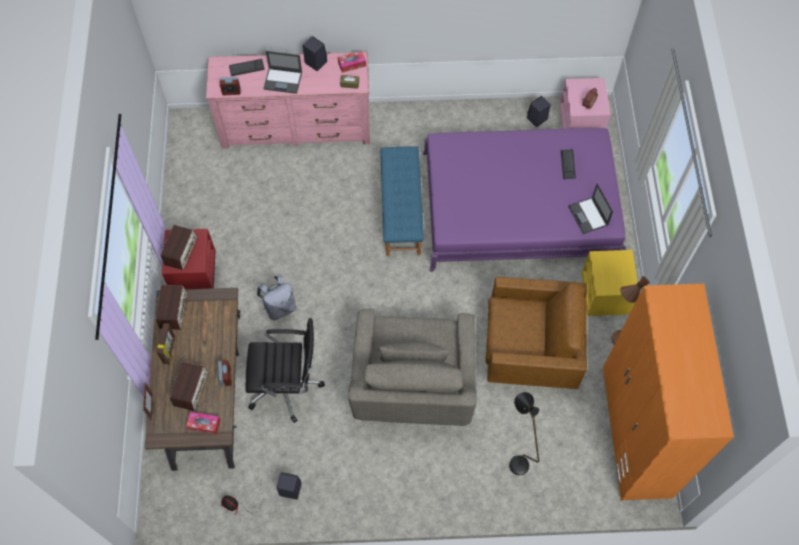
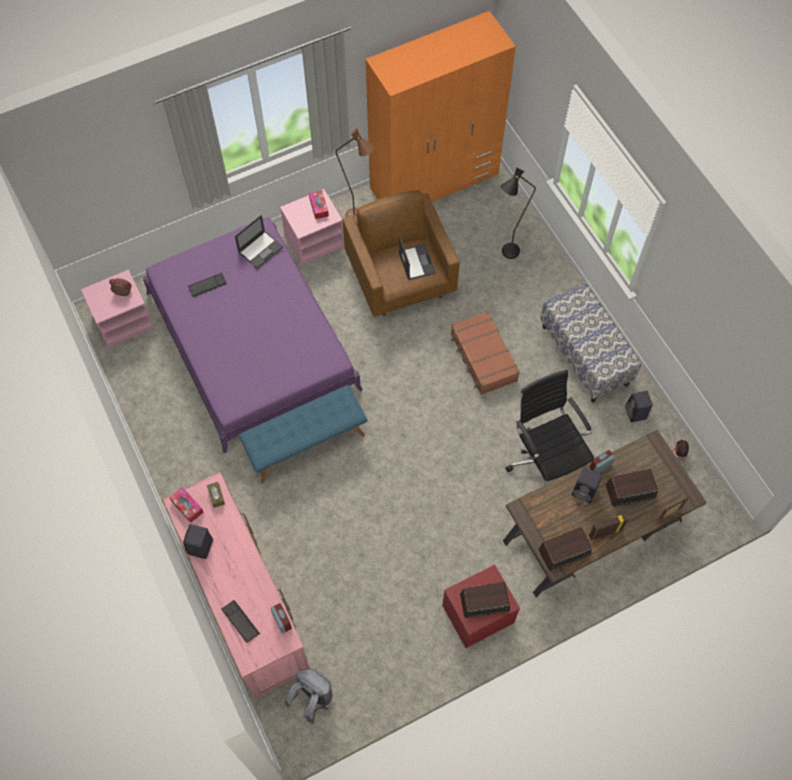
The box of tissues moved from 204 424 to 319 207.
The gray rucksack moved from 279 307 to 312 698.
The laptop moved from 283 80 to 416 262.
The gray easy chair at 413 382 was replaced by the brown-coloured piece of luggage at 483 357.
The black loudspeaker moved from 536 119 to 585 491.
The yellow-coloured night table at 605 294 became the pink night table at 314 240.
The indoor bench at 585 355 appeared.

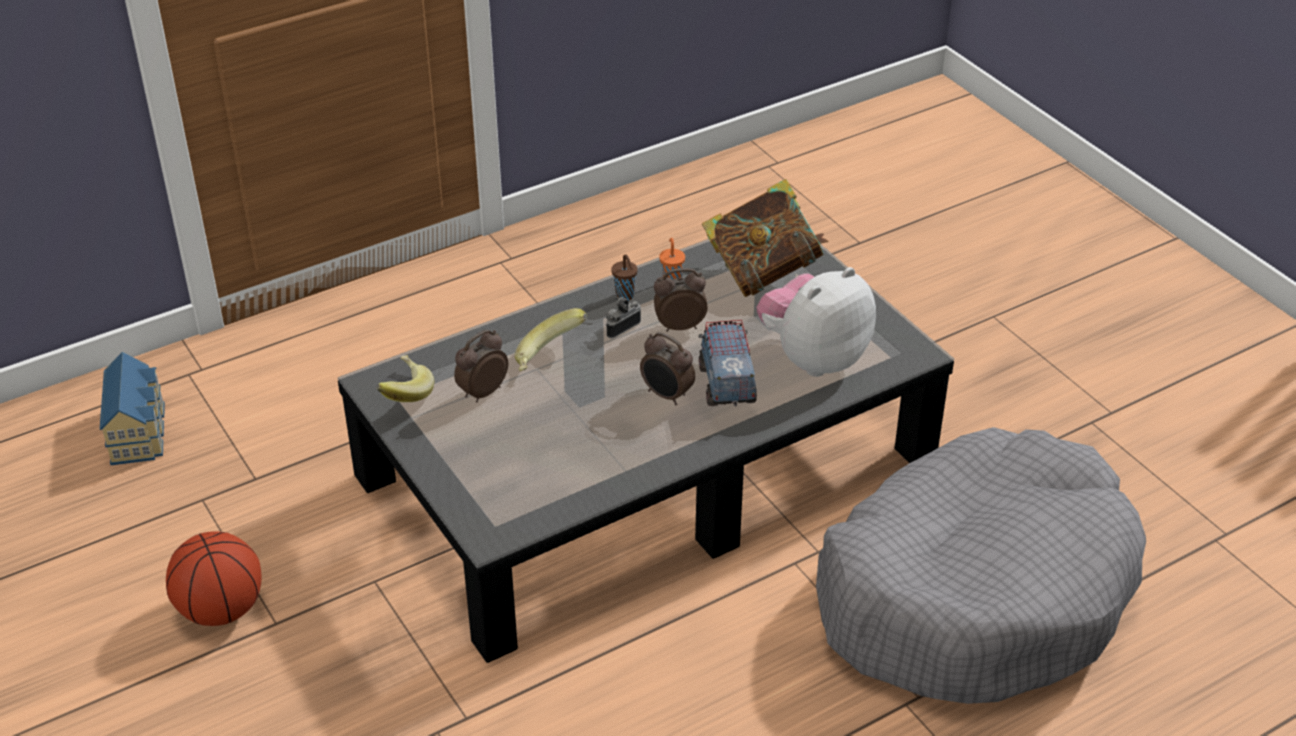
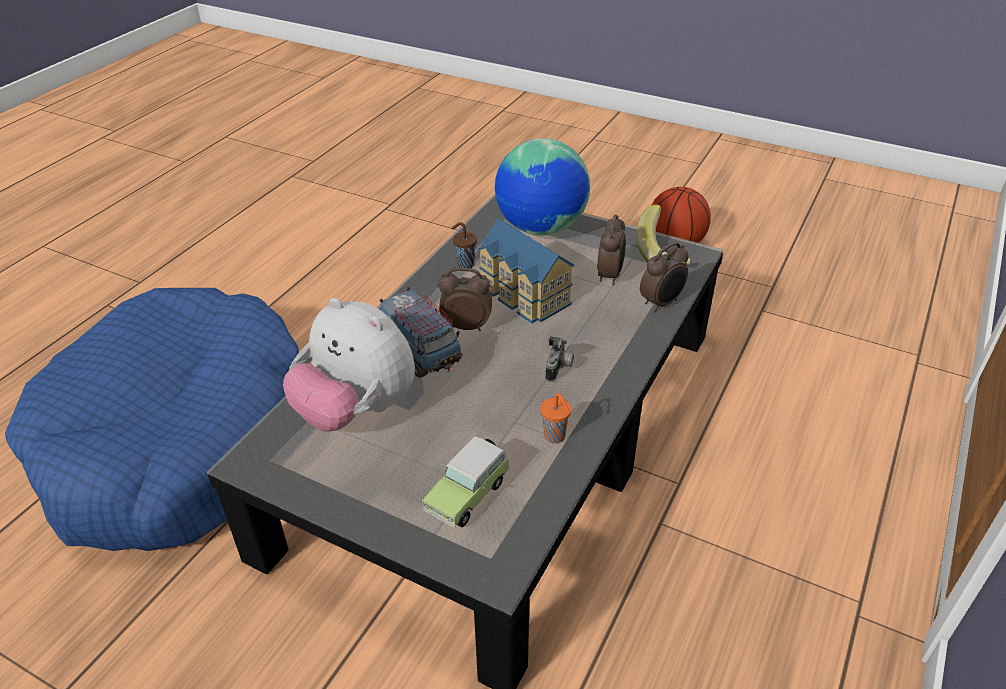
The toy house moved from 140 431 to 522 296.
The banana fruit at 550 358 disappeared.
The brown-coloured drinking cup moved from 625 296 to 464 264.
The table clock moved from 679 326 to 662 303.
The bound book at 763 272 was replaced by the model car at 469 493.
The cuddly toy at 813 358 turned 105 degrees clockwise.
The gray dog bed at 974 592 became the blue-coloured dog bed at 179 441.
The world globe at 541 228 appeared.

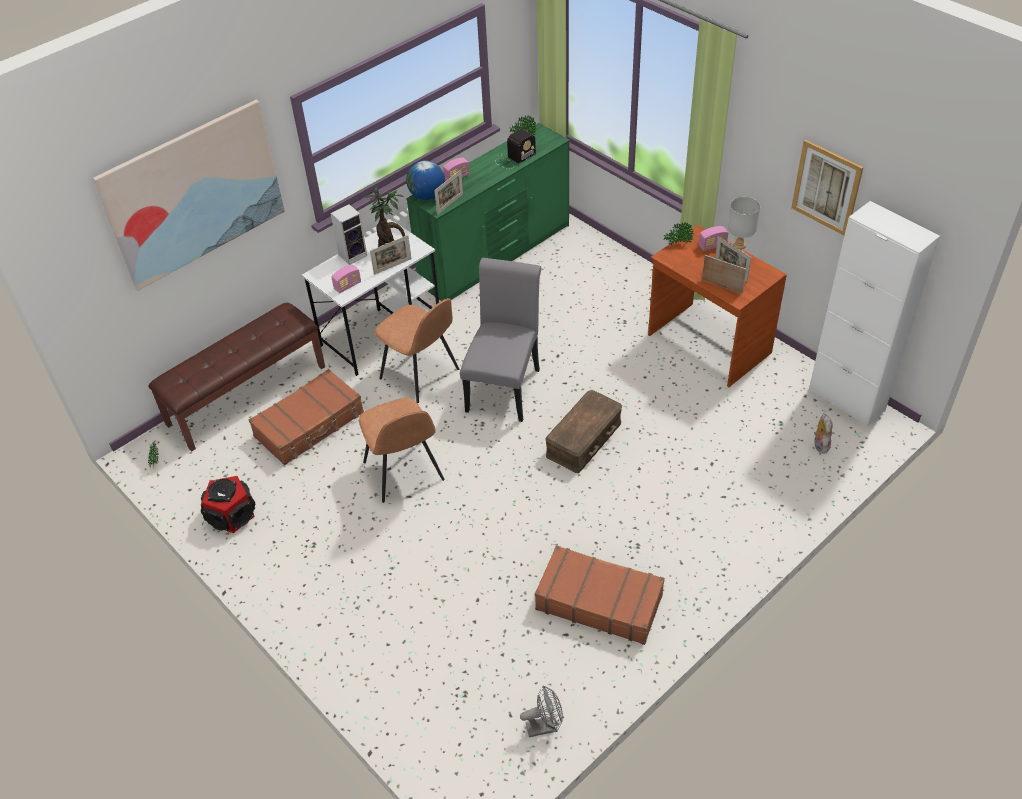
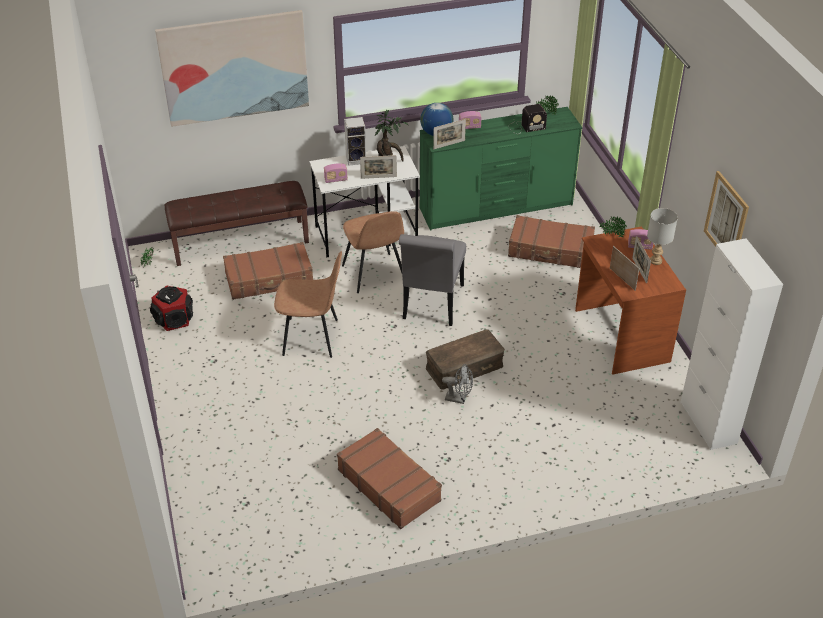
The brown-coloured plain chair at 404 472 turned 90 degrees counterclockwise.
The gray plain chair at 505 385 turned 150 degrees clockwise.
The gray cooling fan moved from 544 726 to 459 398.
The cuddly toy at 819 445 disappeared.
The brown-coloured piece of luggage at 550 250 appeared.

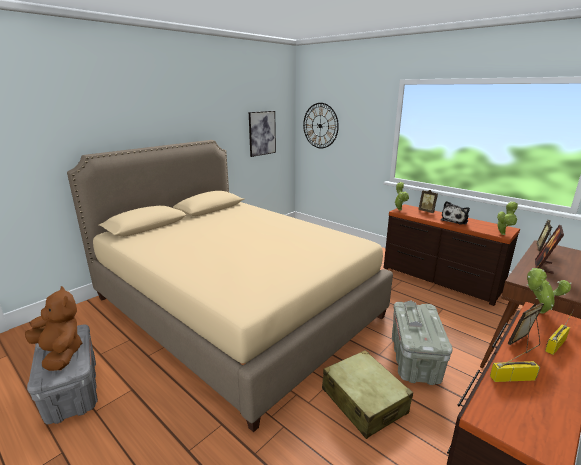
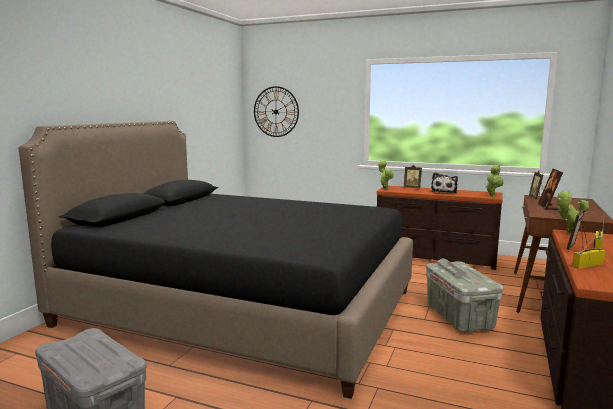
The brown-coloured cuddly toy at 60 354 disappeared.
The beige sleeping bed at 235 307 became the black sleeping bed at 241 308.
The wall art at 262 133 disappeared.
The beige piece of luggage at 364 401 disappeared.

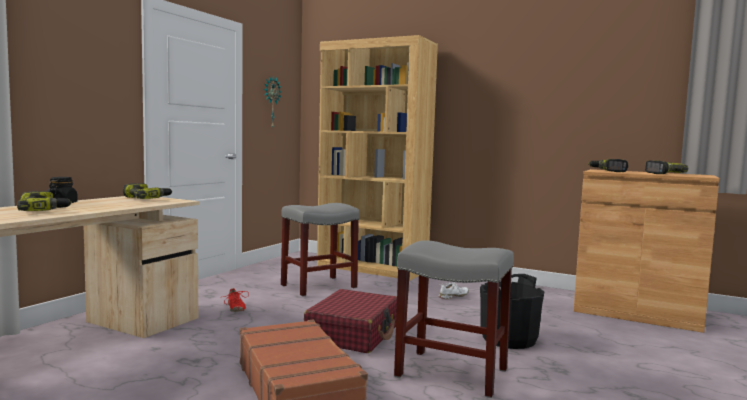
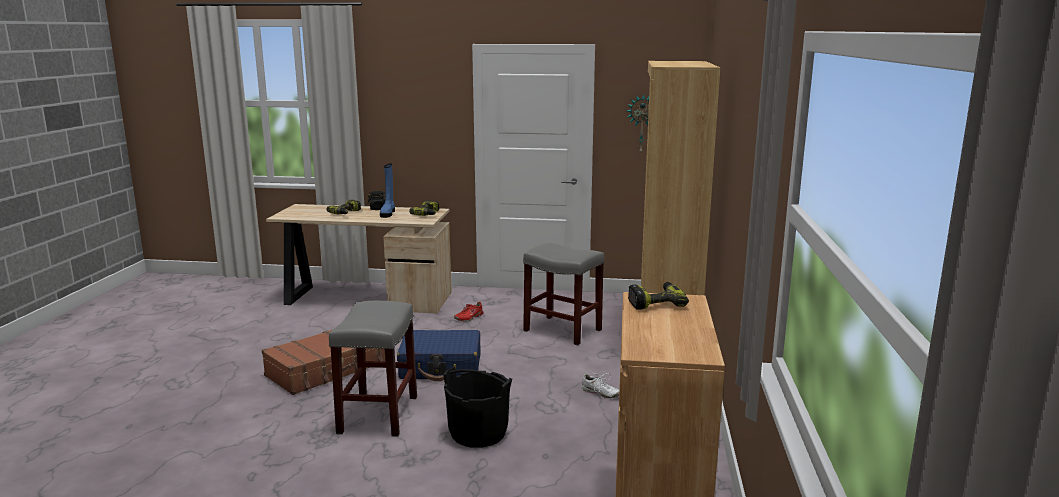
The red piece of luggage at 353 334 became the blue-coloured piece of luggage at 441 367.
The power drill at 661 173 disappeared.
The blue-coloured boot at 388 213 appeared.

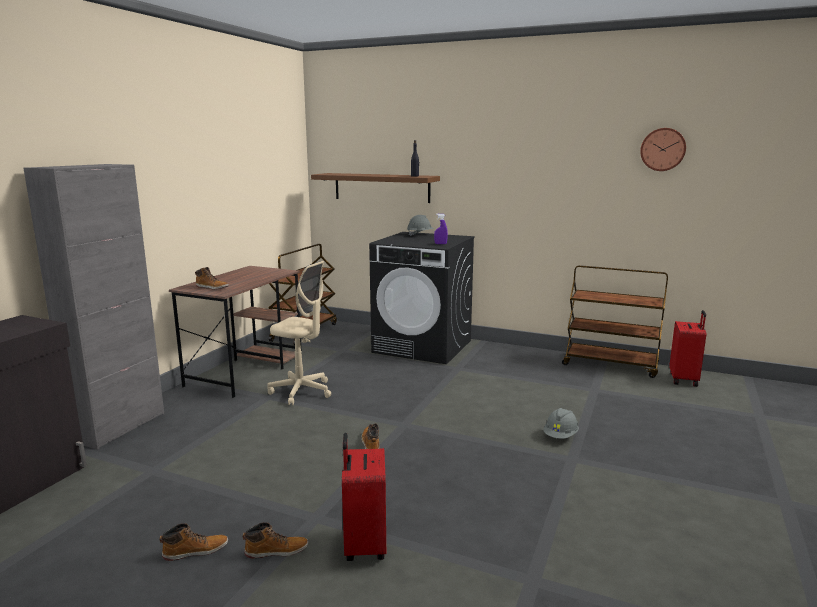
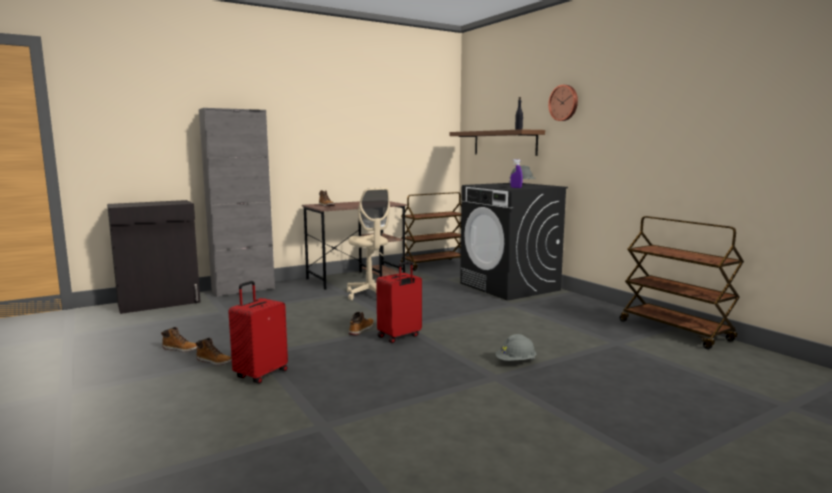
The hanging clock moved from 663 149 to 564 103.
The red piece of luggage moved from 684 379 to 399 336.

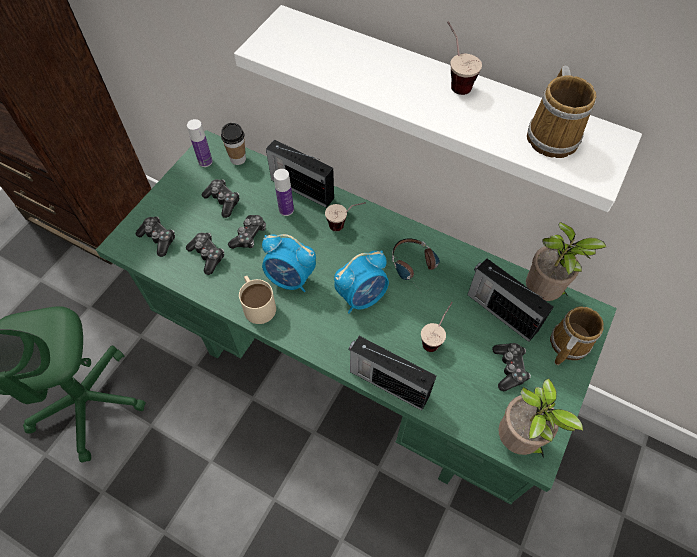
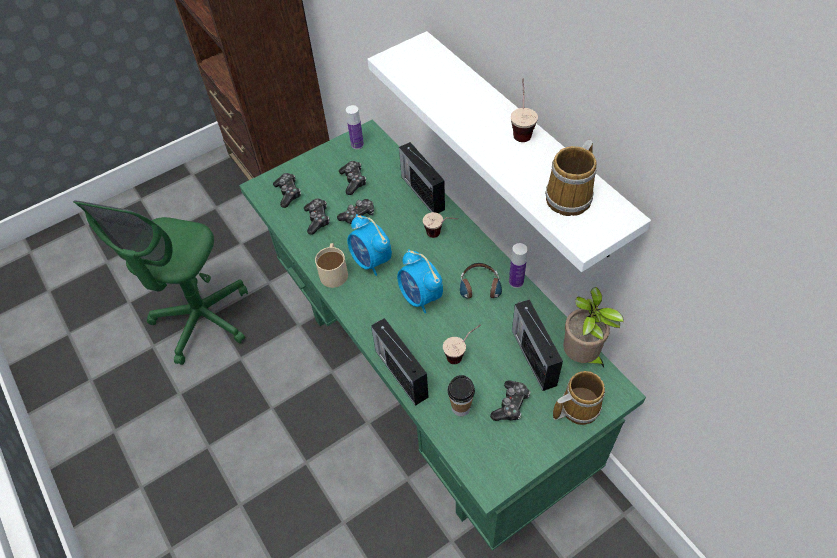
The drinking cup moved from 238 159 to 461 408.
The beverage bottle moved from 286 210 to 516 282.
The table clock at 362 297 turned 60 degrees clockwise.
The houseplant at 518 441 disappeared.

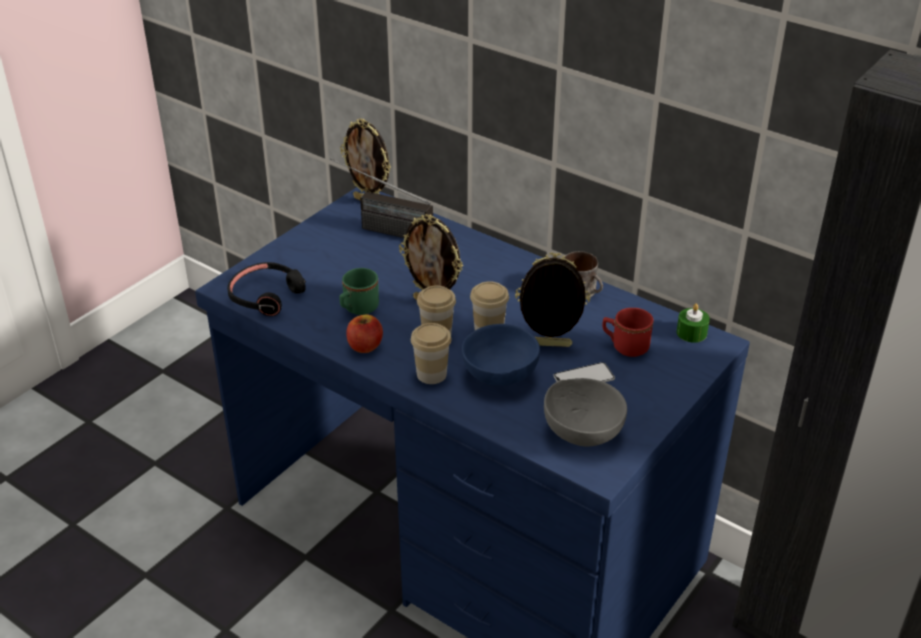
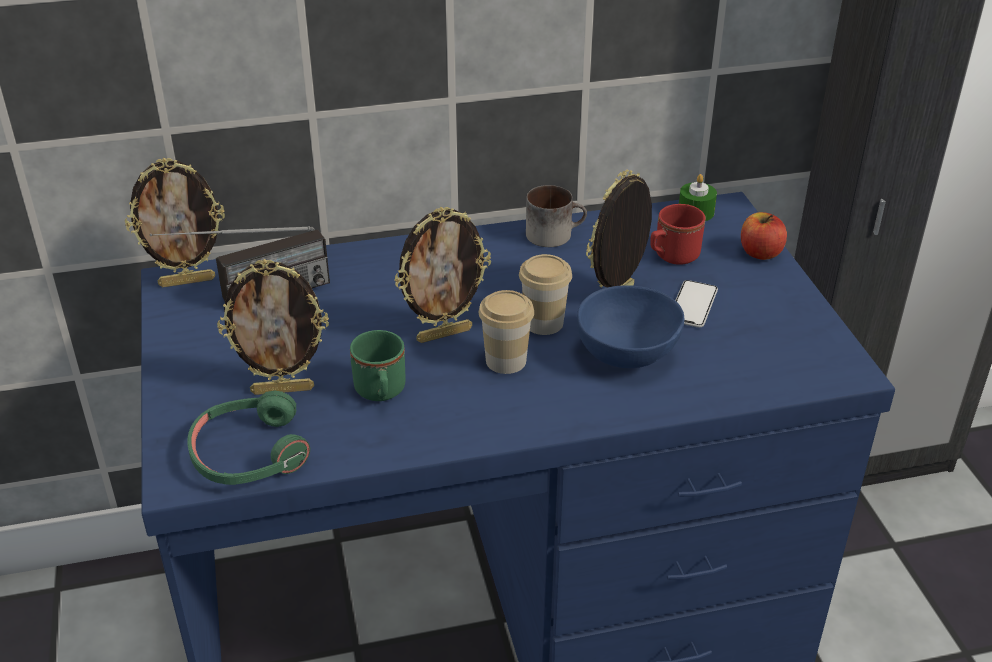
The black headset at 266 295 became the green-coloured headset at 249 453.
The whole apple moved from 365 346 to 760 253.
The drinking cup at 431 374 disappeared.
The gray serving bowl at 582 430 disappeared.
The picture frame at 283 389 appeared.

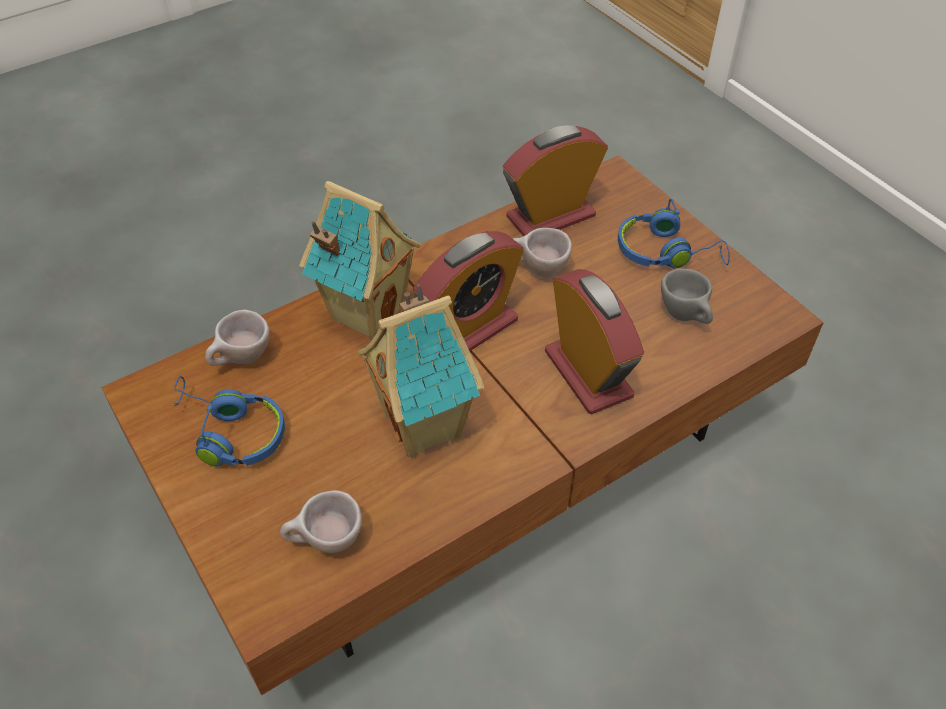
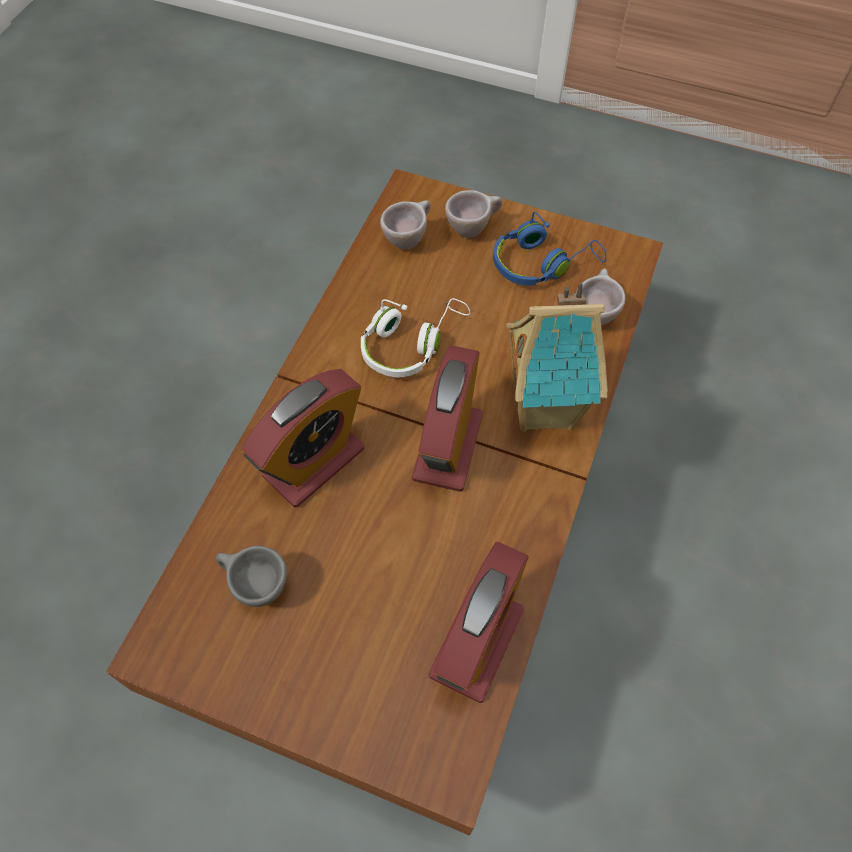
The toy house at 426 426 was replaced by the white-coloured headset at 410 343.
The beige drinking cup moved from 537 270 to 473 228.
The table clock at 588 374 turned 75 degrees counterclockwise.
The blue-coloured headset at 666 252 disappeared.

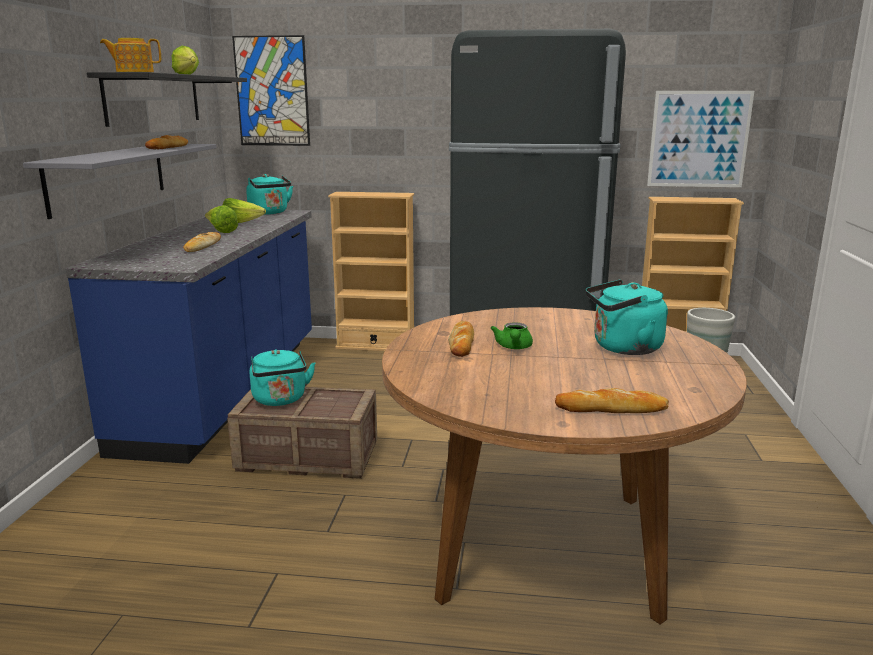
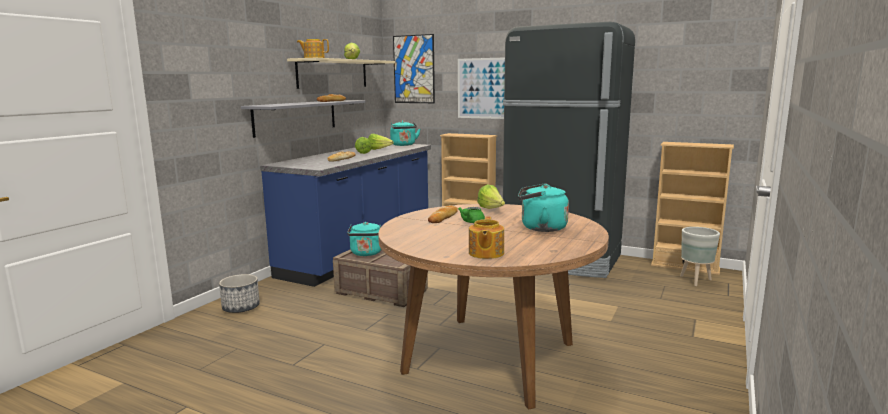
The black bracket shelf at 154 99 became the beige bracket shelf at 333 74.
The bread at 611 409 was replaced by the teapot at 485 253.
The wall art moved from 699 139 to 484 88.
The planter at 241 307 appeared.
The head of lettuce at 491 209 appeared.

